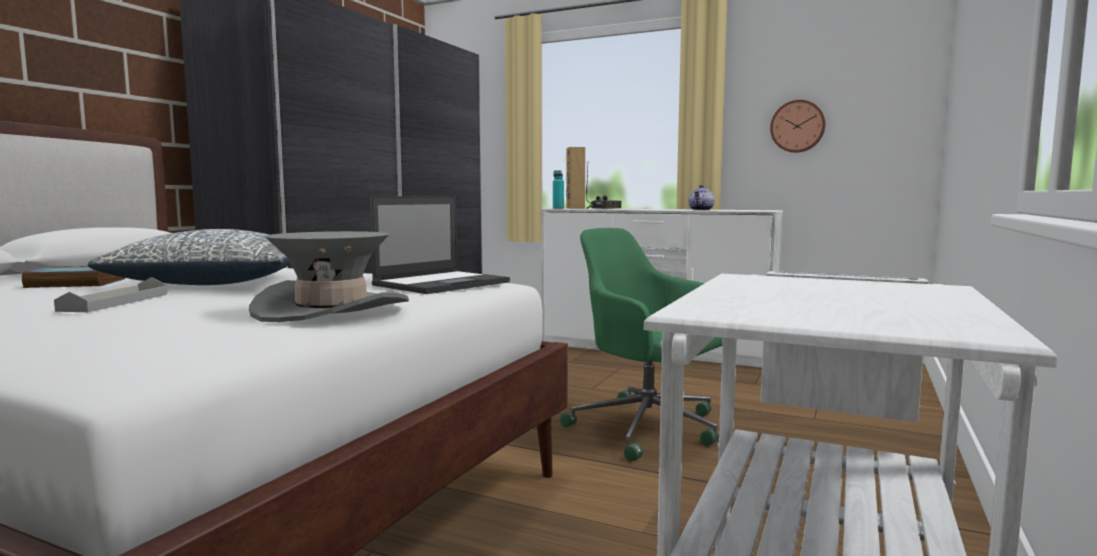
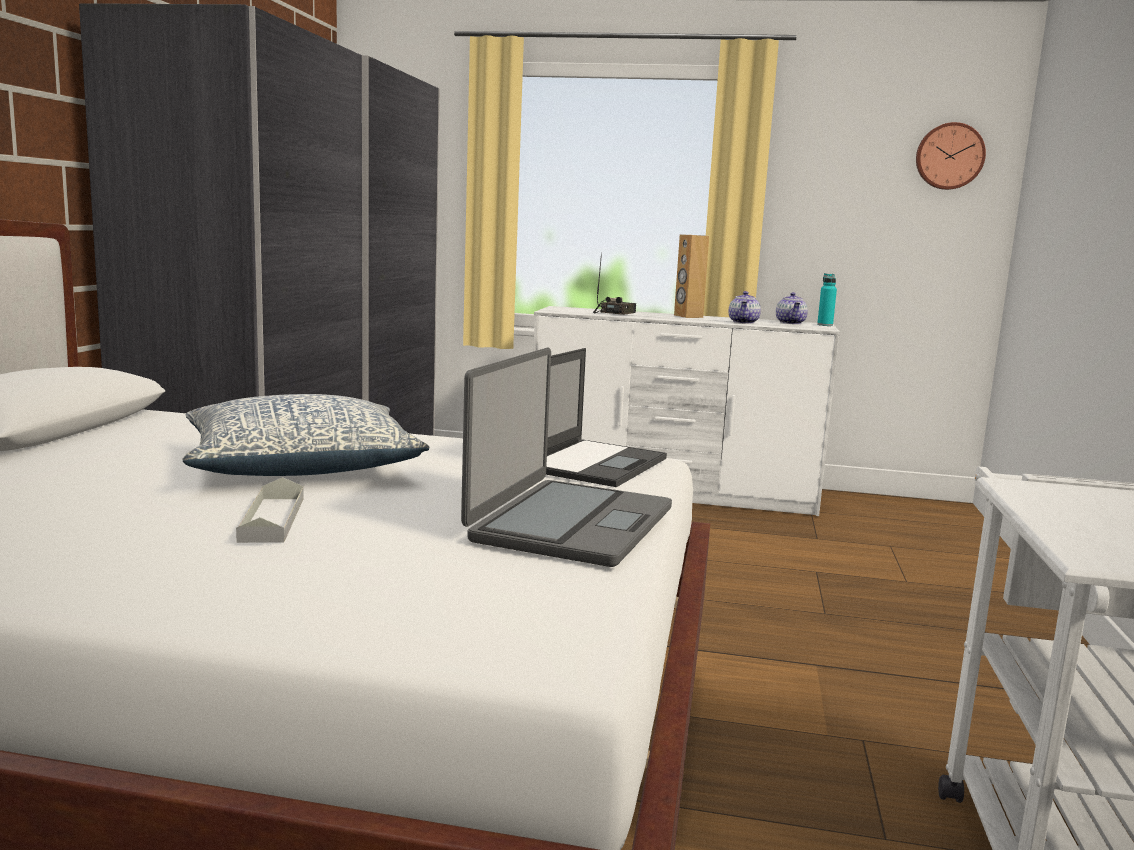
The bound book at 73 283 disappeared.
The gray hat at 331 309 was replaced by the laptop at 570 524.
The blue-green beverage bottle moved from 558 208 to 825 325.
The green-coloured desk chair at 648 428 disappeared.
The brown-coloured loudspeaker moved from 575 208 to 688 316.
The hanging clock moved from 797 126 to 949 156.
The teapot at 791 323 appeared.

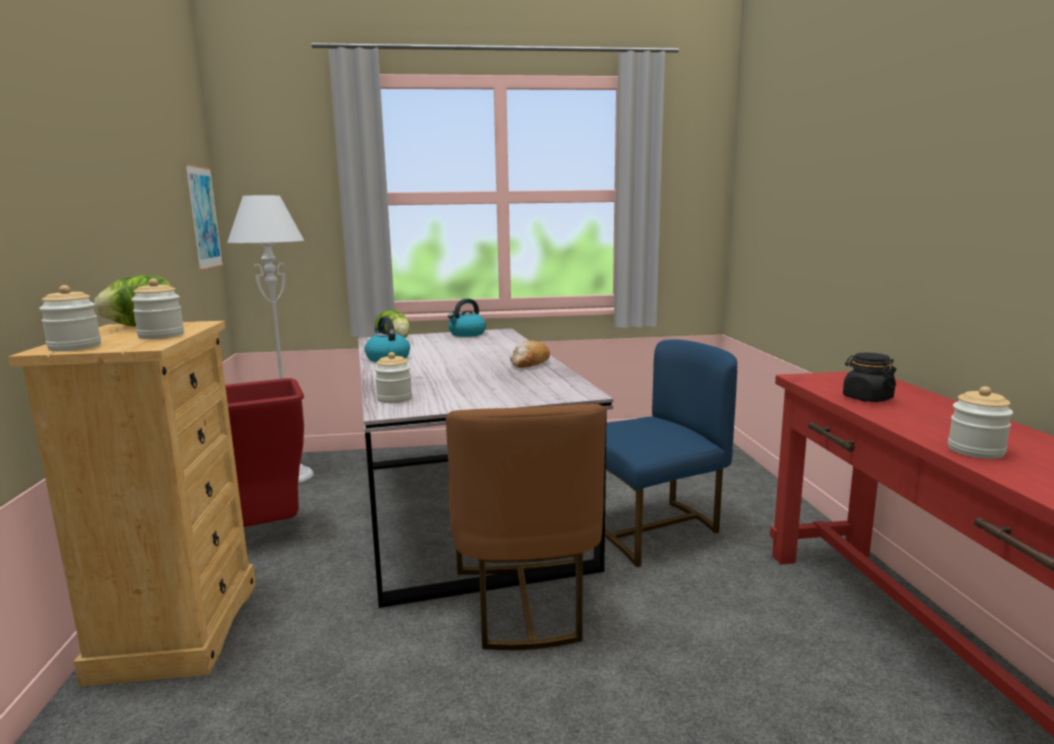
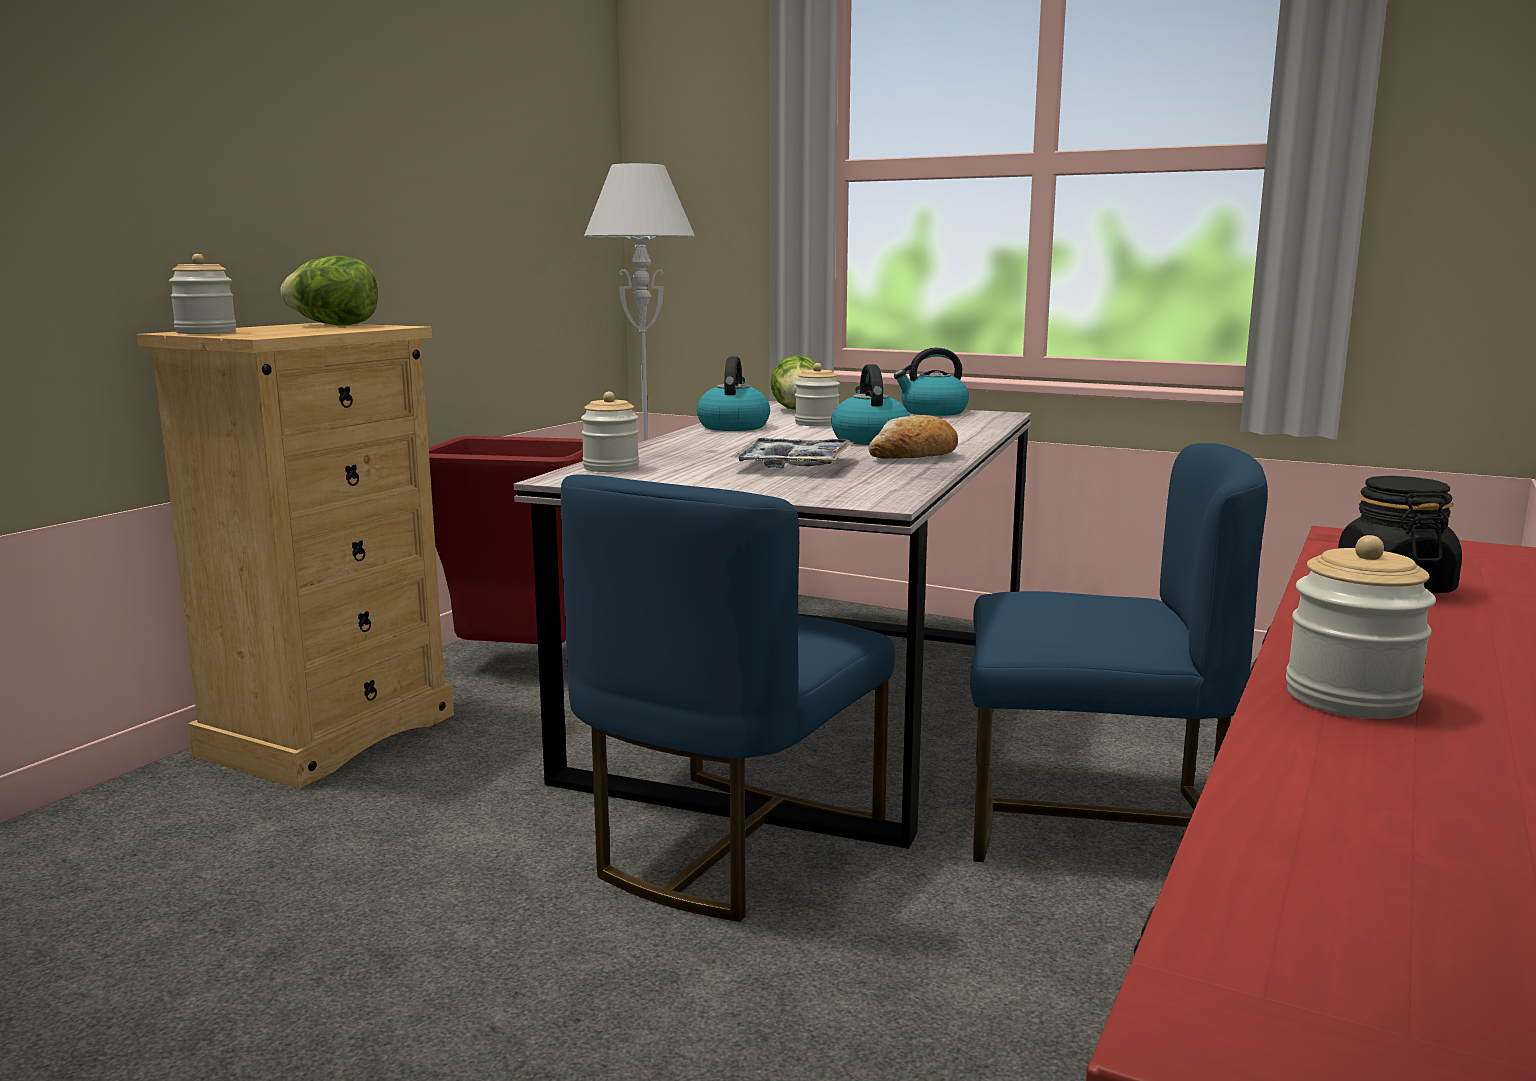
The storage jar moved from 161 335 to 816 423.
The wall art at 204 217 disappeared.
The brown-coloured plain chair at 524 603 became the blue-coloured plain chair at 728 846.
The serving tray at 793 465 appeared.
The tea kettle at 869 440 appeared.

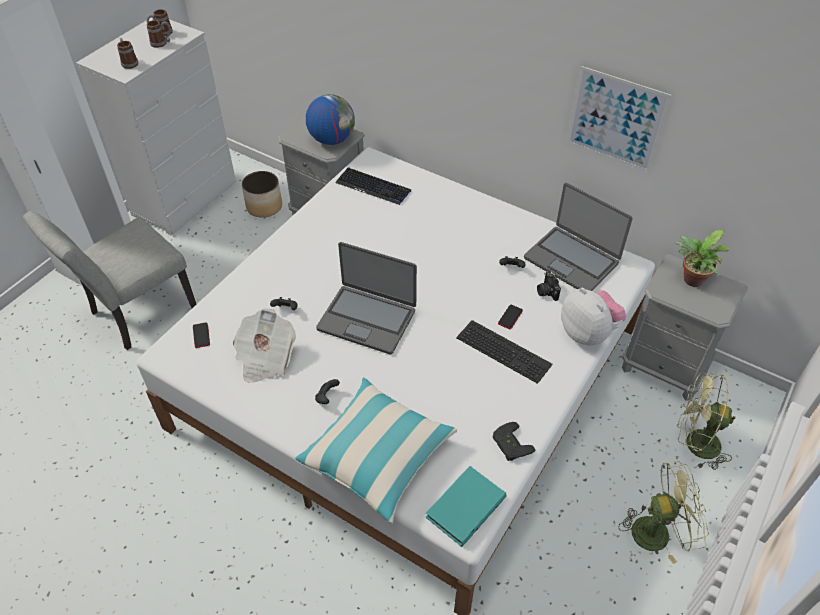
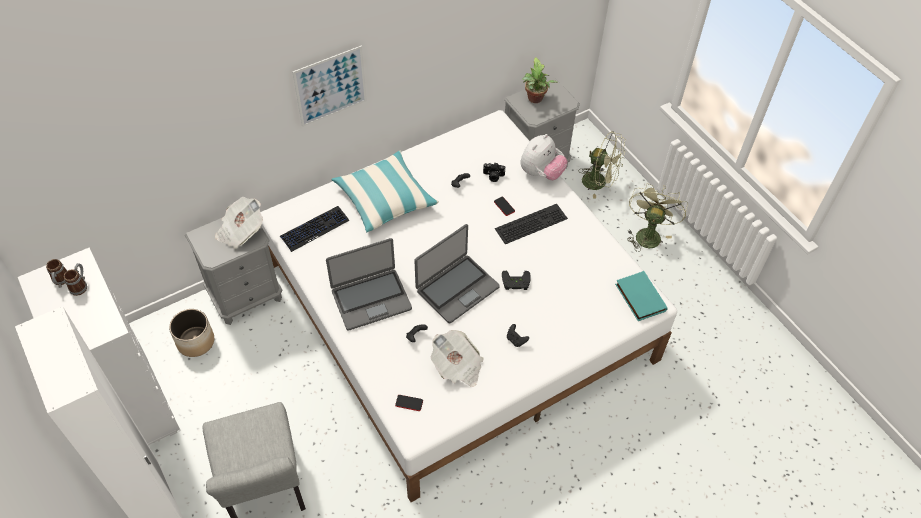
The mug at 129 62 disappeared.
The cushion moved from 377 455 to 385 199.
The world globe at 332 139 was replaced by the newspaper at 240 231.
The black game controller moved from 509 444 to 515 283.
The laptop moved from 571 260 to 371 299.
The cuddly toy at 588 333 turned 135 degrees clockwise.
The wall art moved from 616 120 to 331 86.
The green-coloured cooling fan at 694 444 turned 105 degrees counterclockwise.

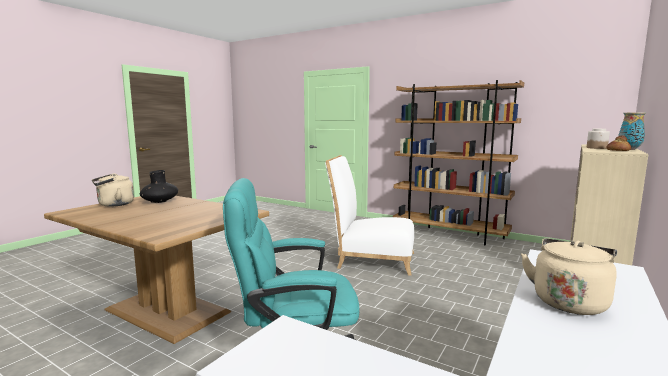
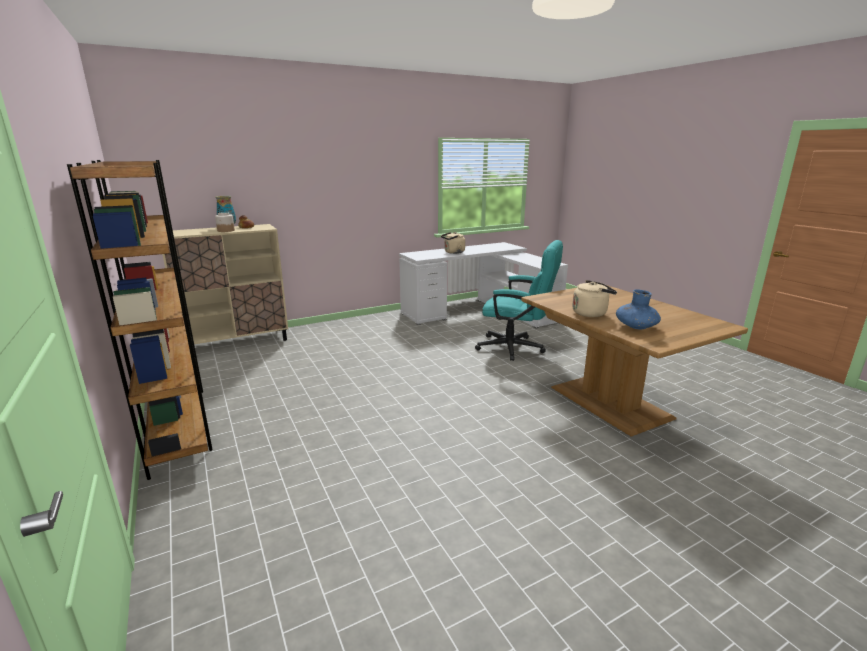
The beige tea kettle moved from 114 204 to 591 313.
The black flower vase at 159 201 became the blue-coloured flower vase at 636 326.
The white-coloured plain chair at 371 259 disappeared.

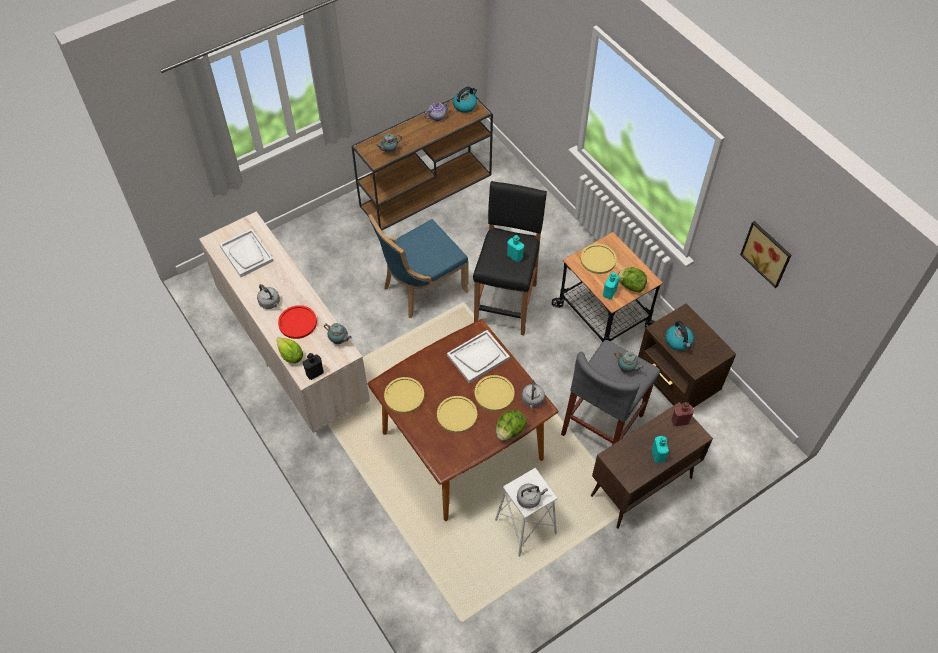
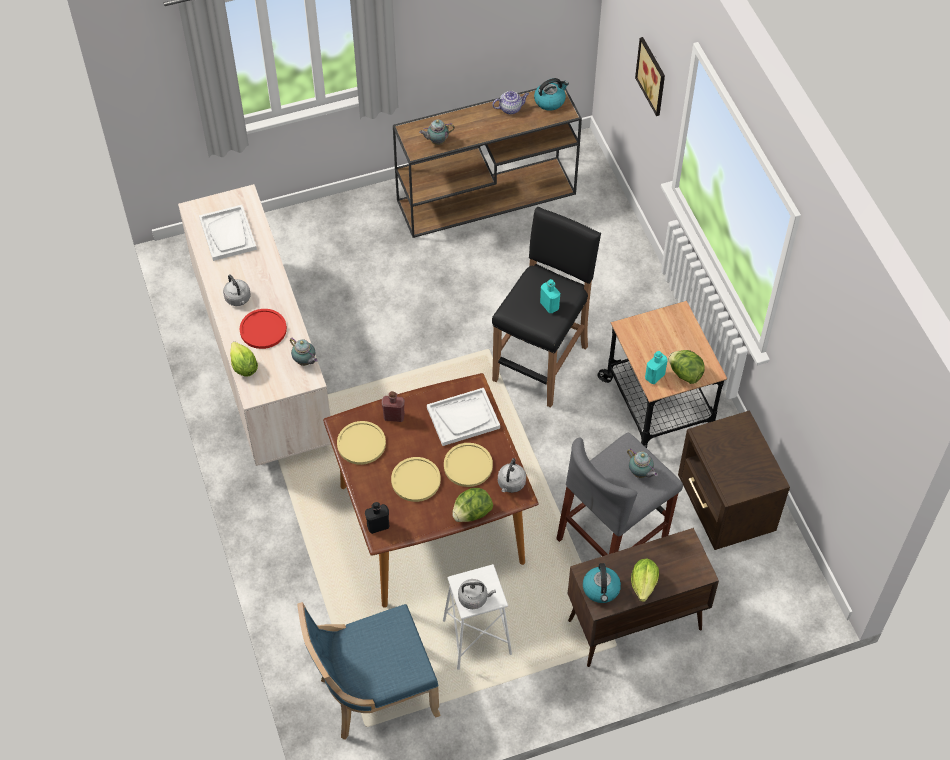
The black beverage bottle moved from 315 373 to 378 526.
The blue-coloured plain chair moved from 421 288 to 373 694.
The yellow-coloured dinner plate at 598 259 disappeared.
The blue-green beverage bottle at 658 455 was replaced by the head of lettuce at 644 584.
The tea kettle moved from 678 341 to 601 589.
The red beverage bottle moved from 680 421 to 394 416.
The wall art moved from 767 253 to 653 75.

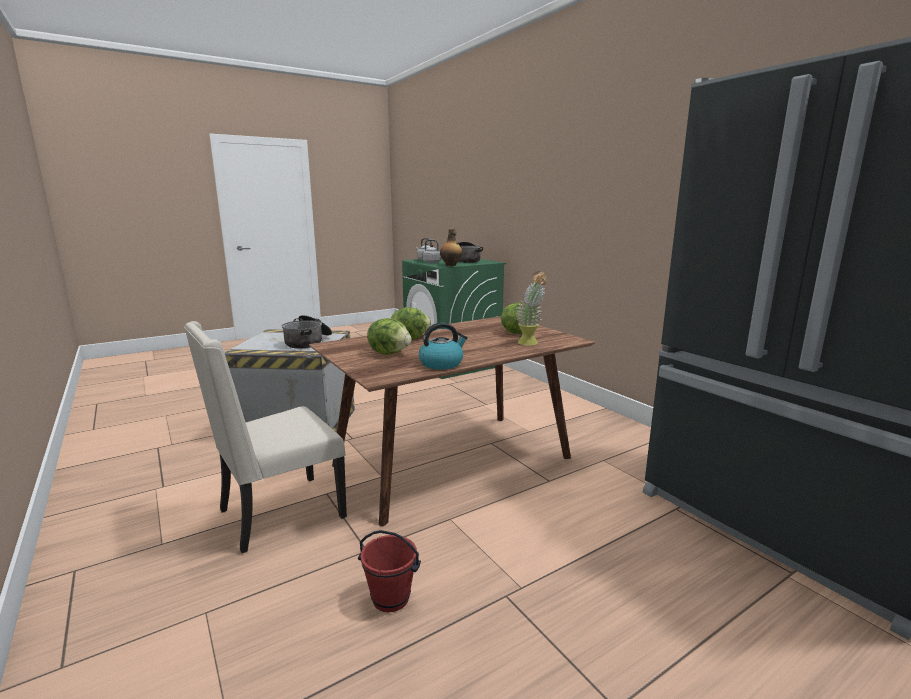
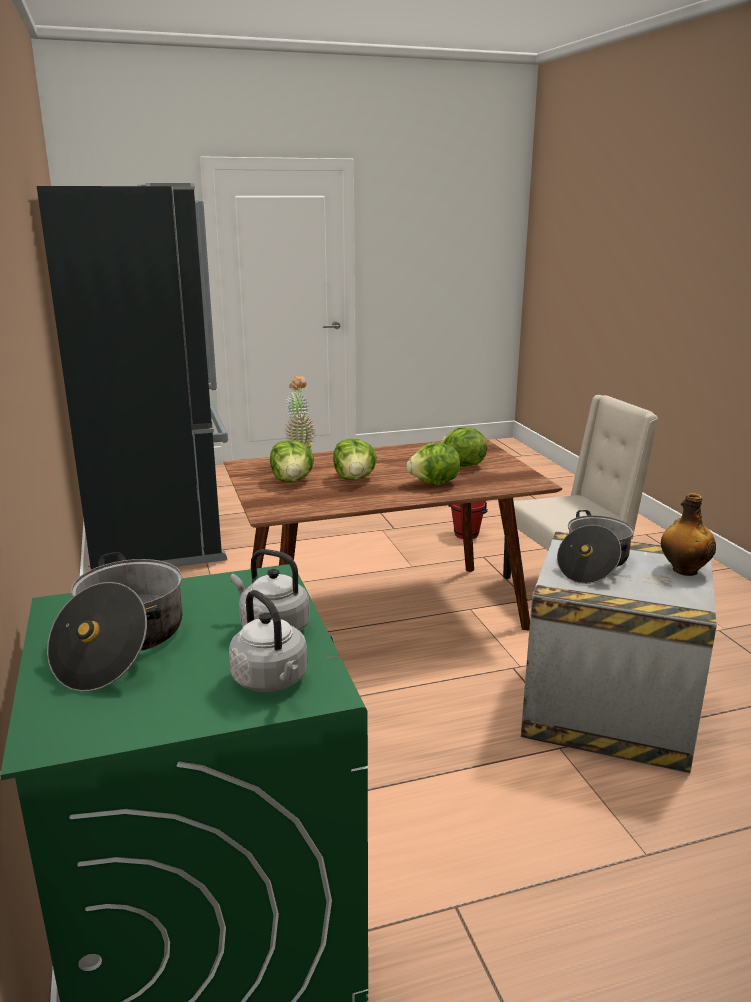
The tea kettle at 442 364 disappeared.
The beverage bottle moved from 451 265 to 683 570.
The head of lettuce at 354 479 appeared.

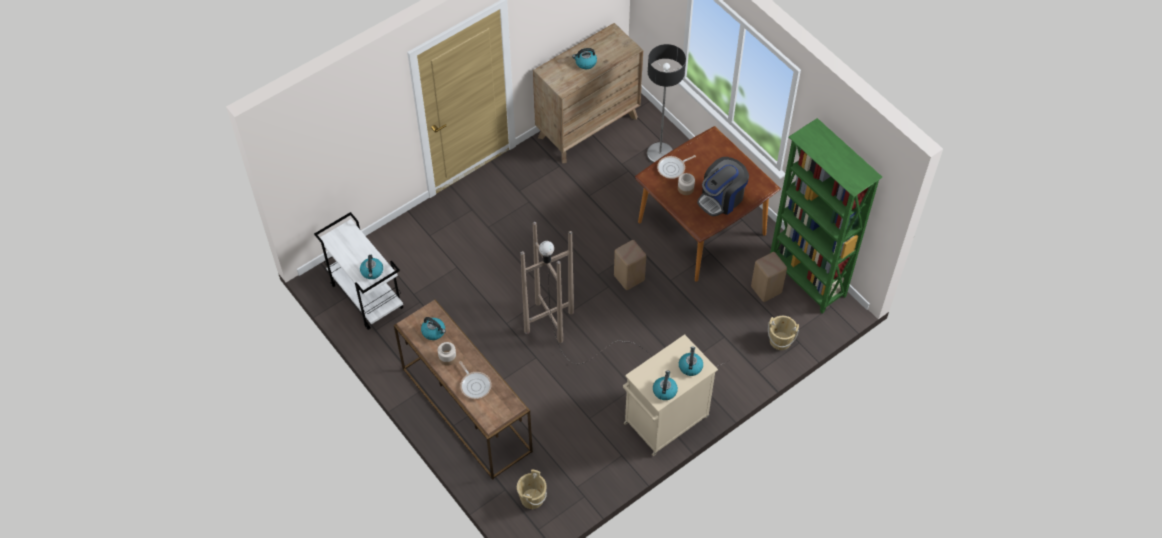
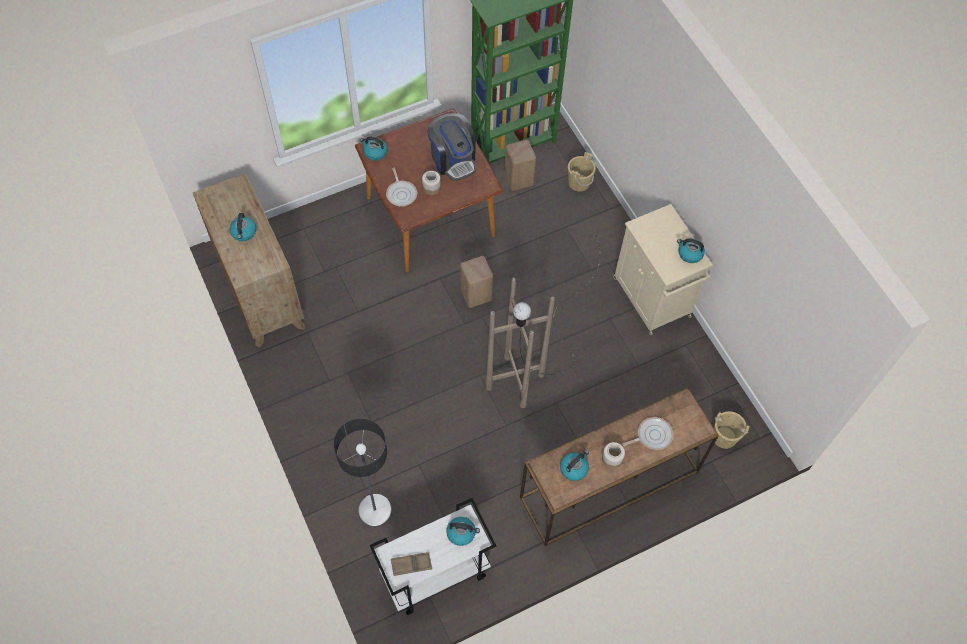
The floor lamp moved from 659 154 to 375 511.
The tea kettle moved from 690 366 to 375 152.
The brown-coloured serving tray at 411 565 appeared.

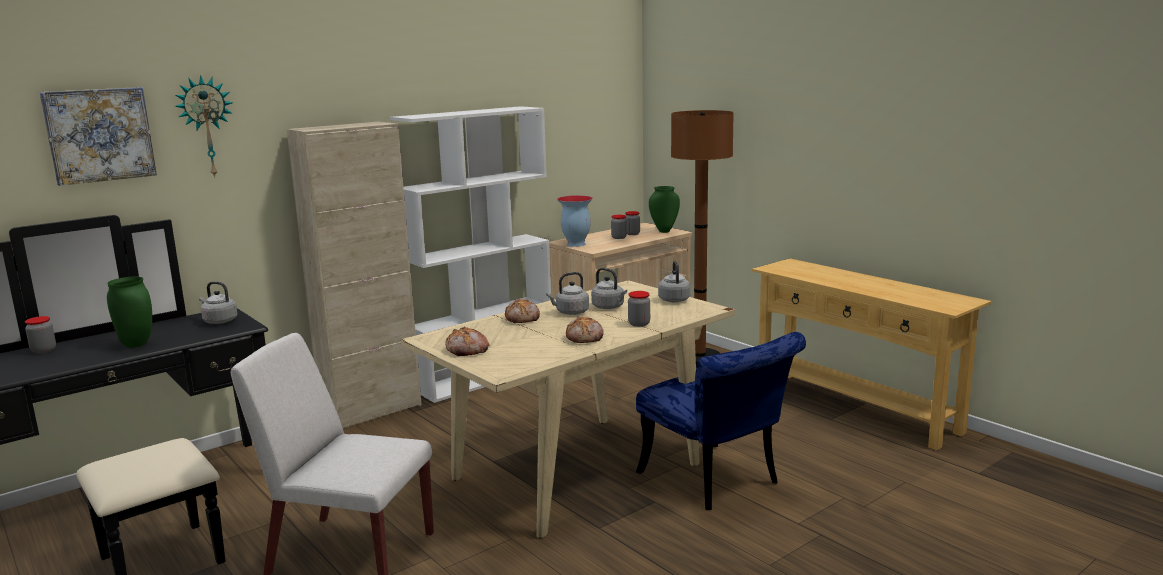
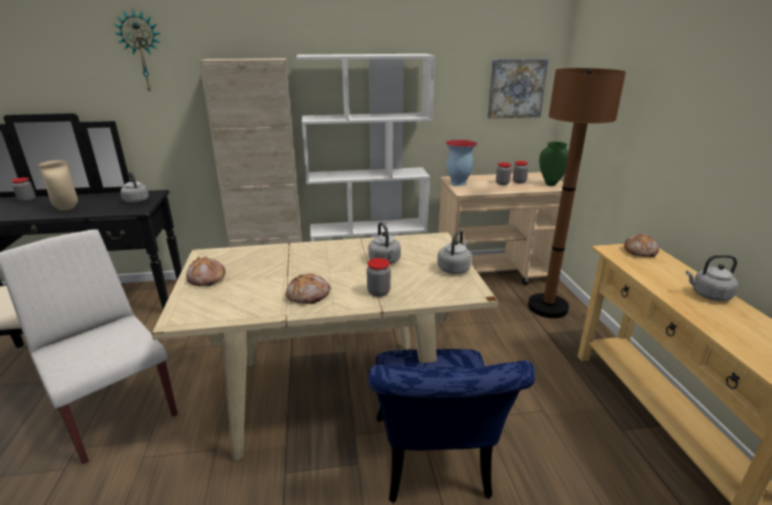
The wall art moved from 99 135 to 516 88.
The green-coloured flower vase at 137 344 became the beige flower vase at 68 208.
The bread moved from 523 318 to 640 251.
The gray tea kettle moved from 570 312 to 708 295.

